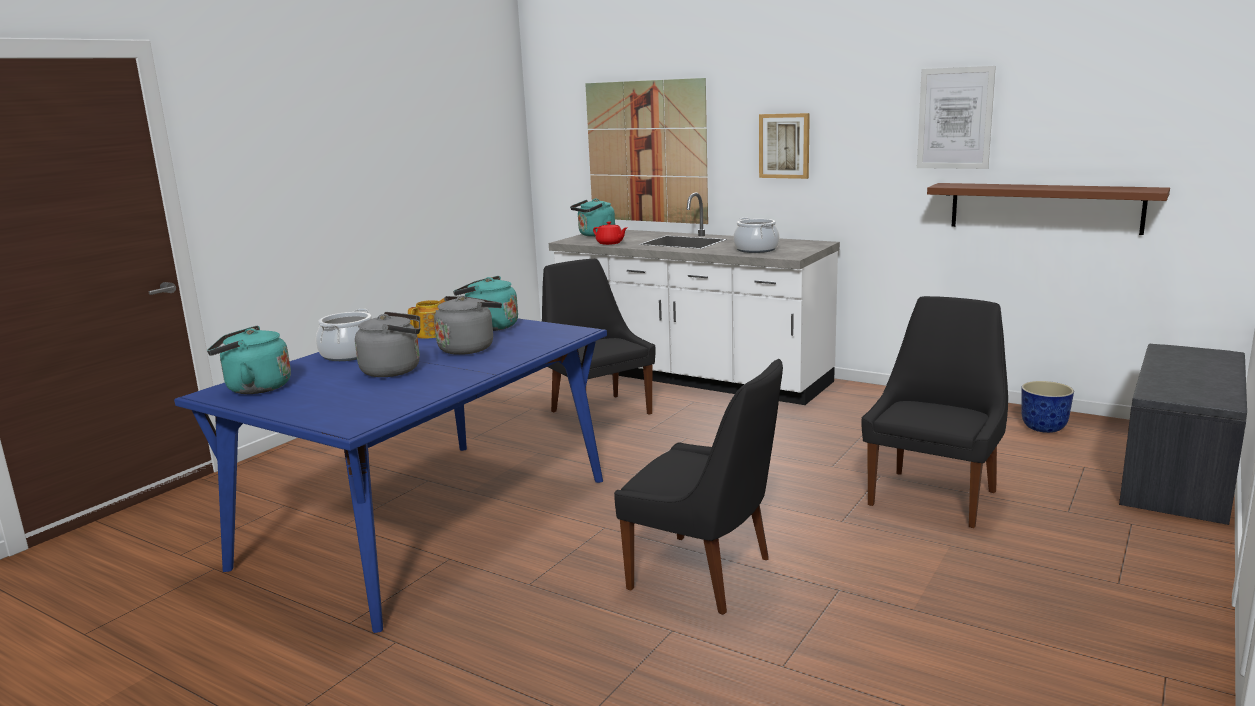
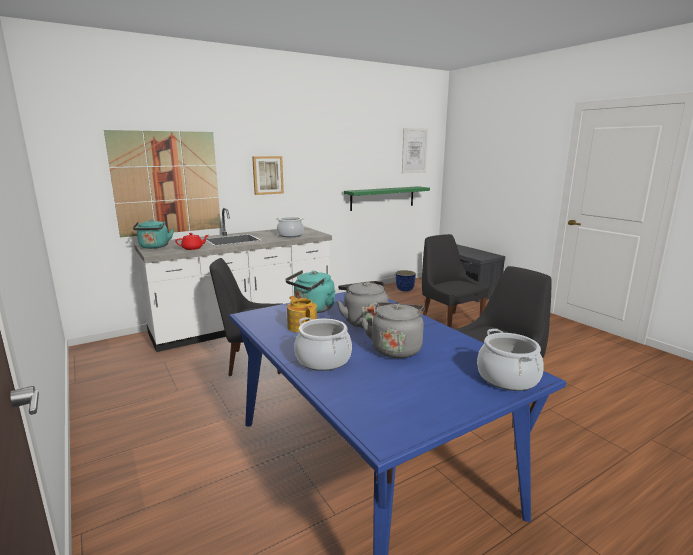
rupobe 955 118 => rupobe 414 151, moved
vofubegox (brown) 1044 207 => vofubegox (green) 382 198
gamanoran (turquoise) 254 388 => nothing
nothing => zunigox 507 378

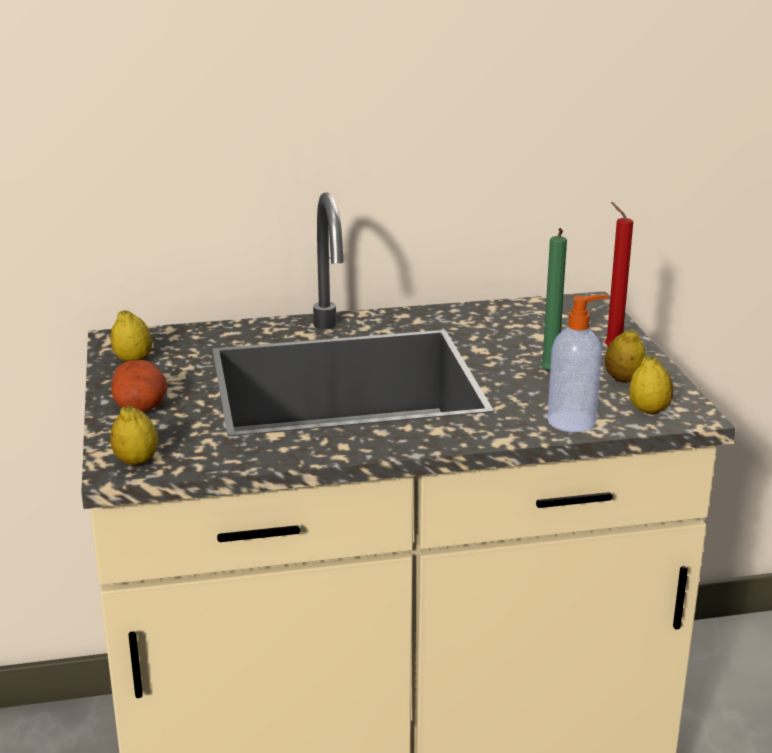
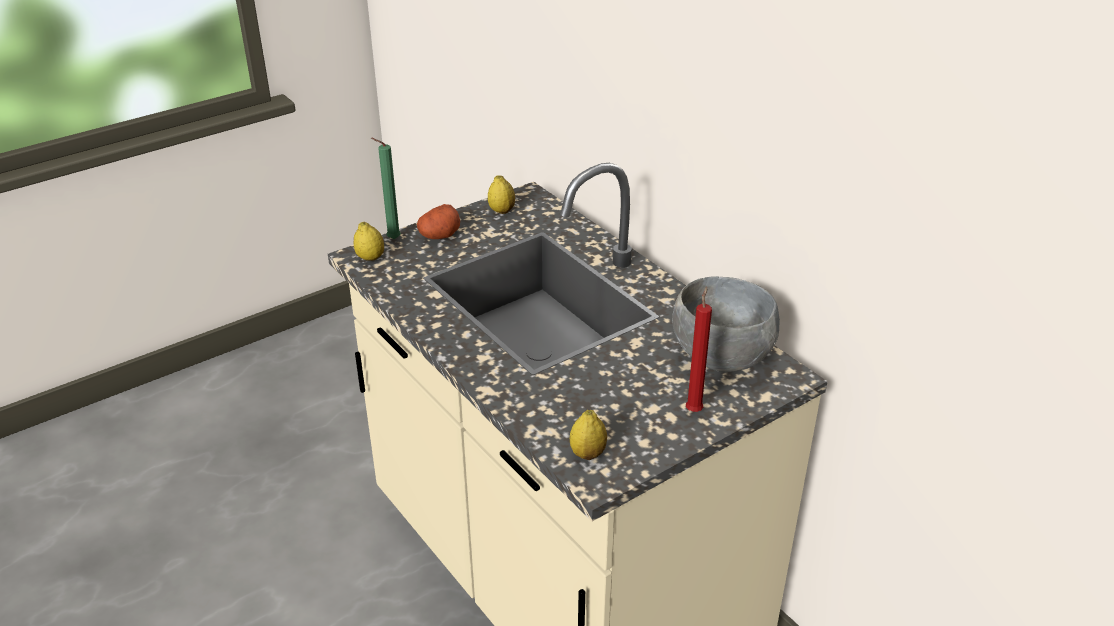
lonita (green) 549 374 => lonita (green) 391 239, moved
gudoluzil 573 421 => nothing
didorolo 623 380 => nothing
nothing => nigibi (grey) 722 359

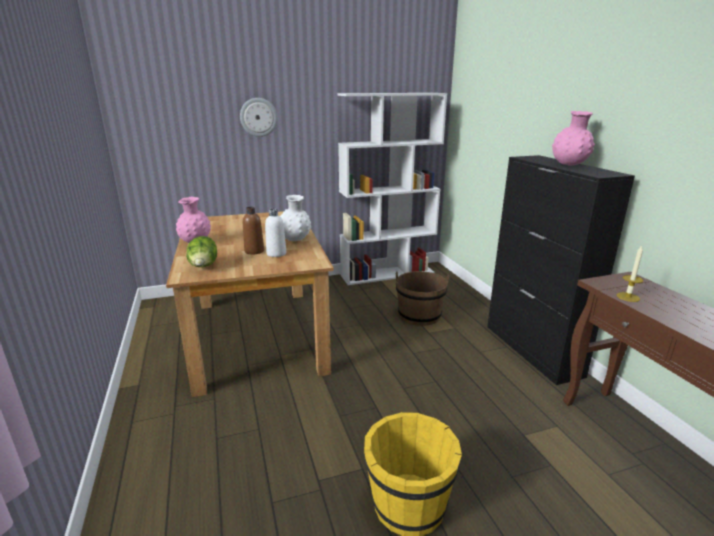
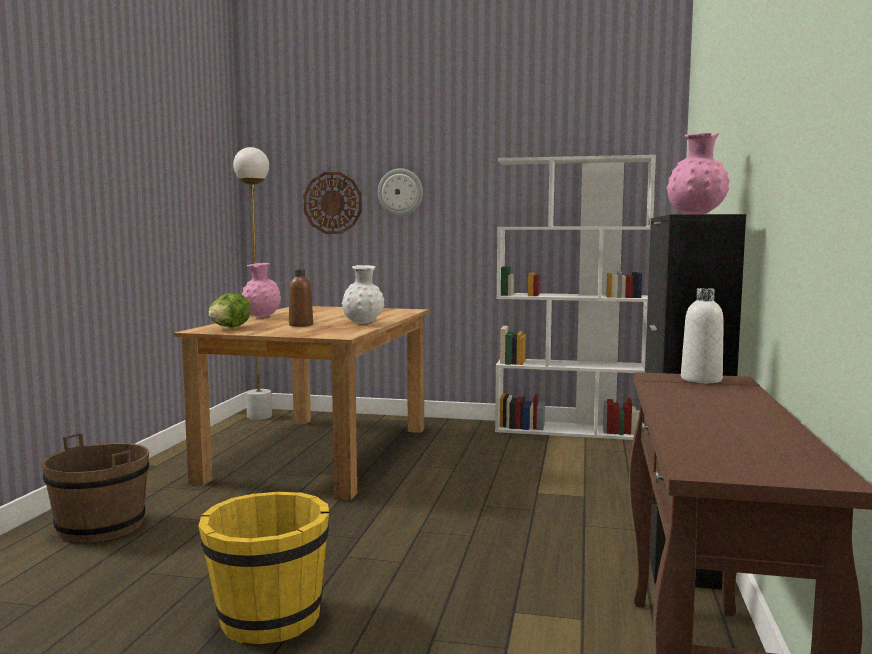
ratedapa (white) 276 254 => ratedapa (white) 701 379, moved
lonita 628 297 => nothing
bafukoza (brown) 419 315 => bafukoza (brown) 101 527, moved
nothing => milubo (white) 259 416
nothing => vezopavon 333 203

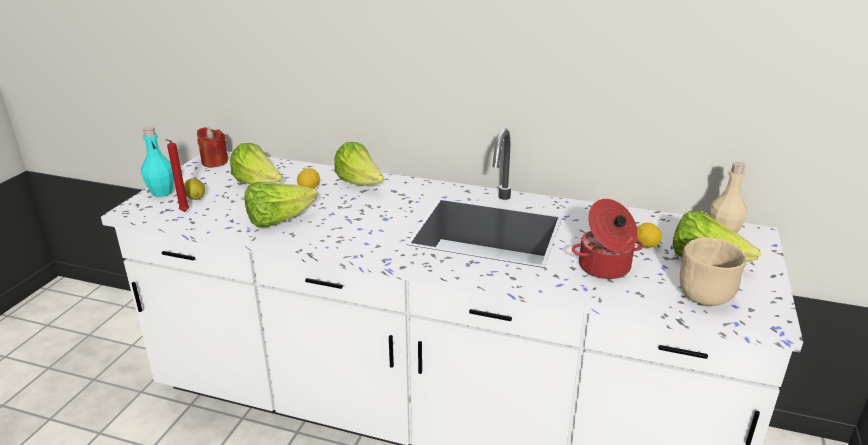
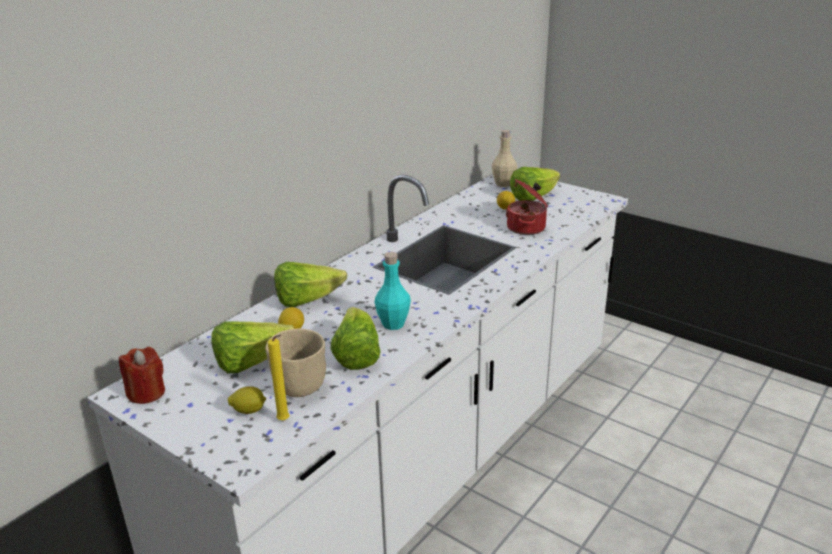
ratedapa (turquoise) 162 192 => ratedapa (turquoise) 393 324, moved
lonita (red) 183 212 => lonita (yellow) 285 421
nigibi (beige) 703 296 => nigibi (beige) 299 387, moved

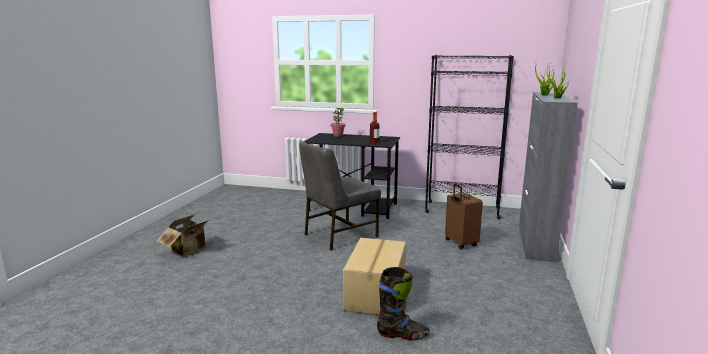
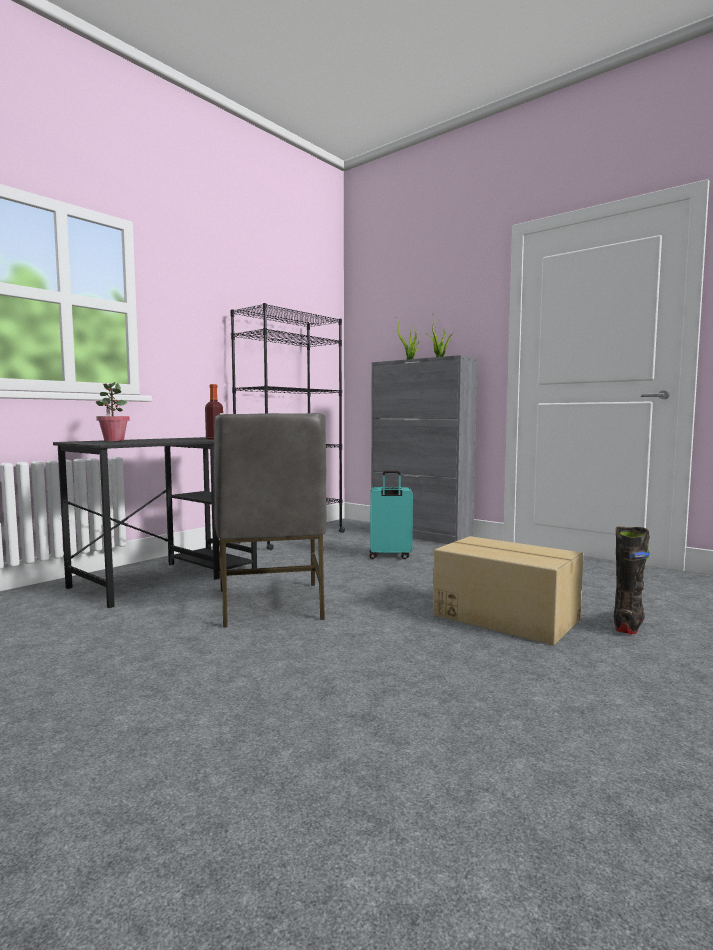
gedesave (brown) 460 243 => gedesave (turquoise) 390 556
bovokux 191 251 => nothing

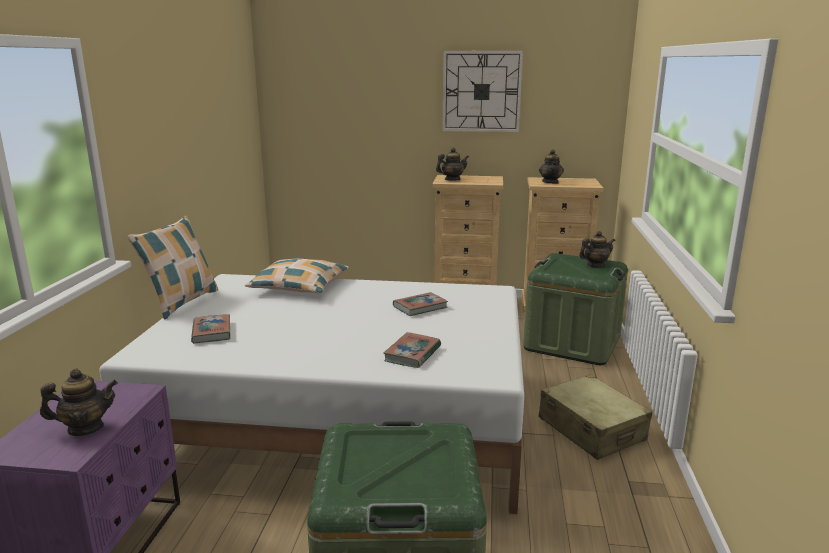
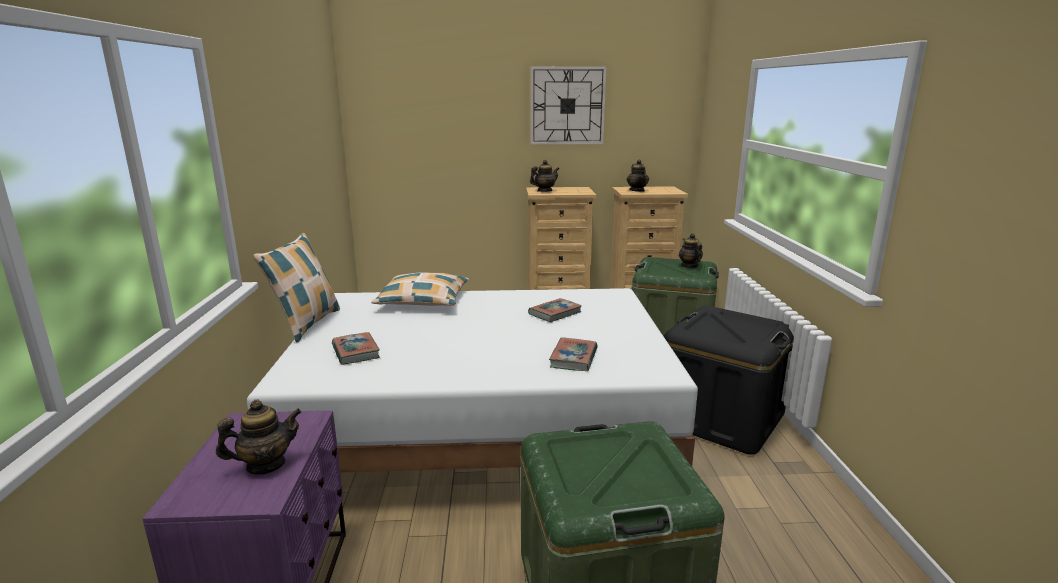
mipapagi 595 265 => mipapagi 689 266, 75 degrees counterclockwise
gedesave (beige) 591 429 => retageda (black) 720 418

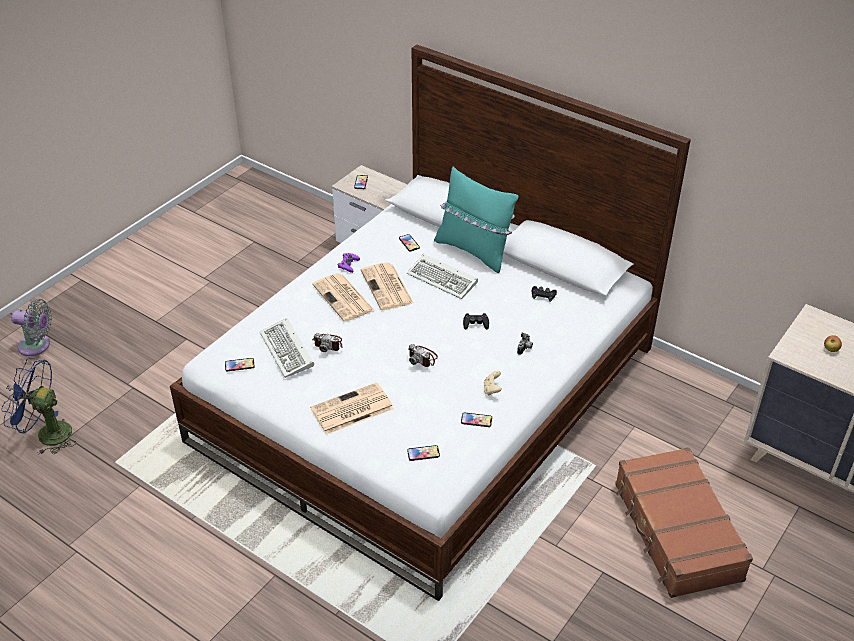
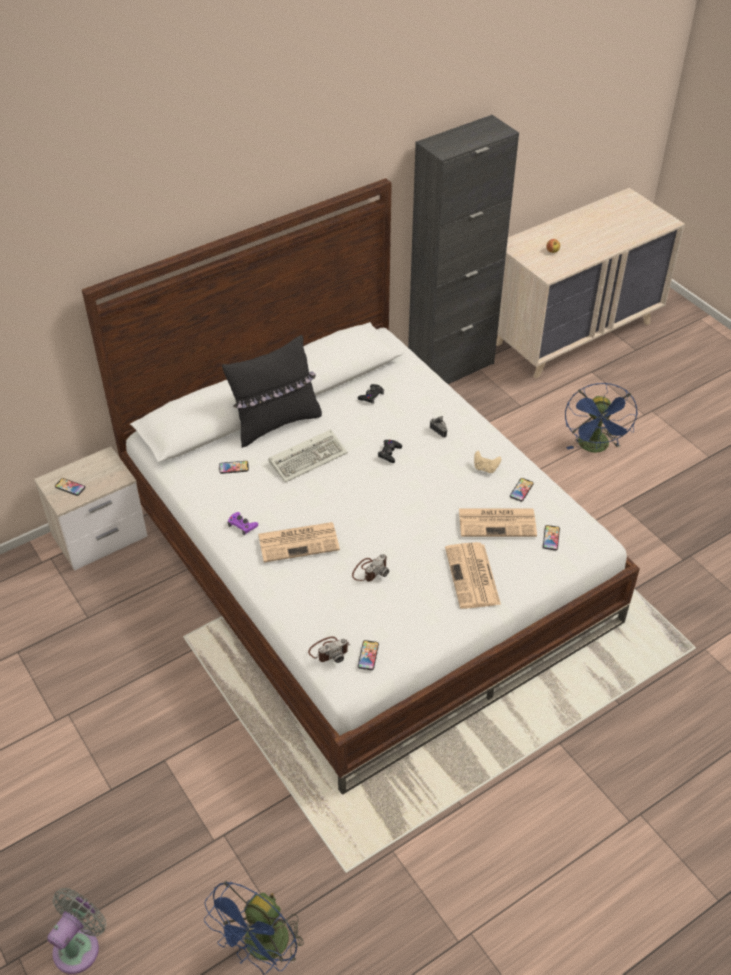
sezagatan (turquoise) 474 251 => sezagatan (black) 276 423
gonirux 387 287 => gonirux 498 522, moved
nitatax 288 351 => nothing
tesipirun 422 357 => tesipirun 329 651, moved
gedesave (brown) 676 532 => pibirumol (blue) 595 447
nothing => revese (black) 450 368

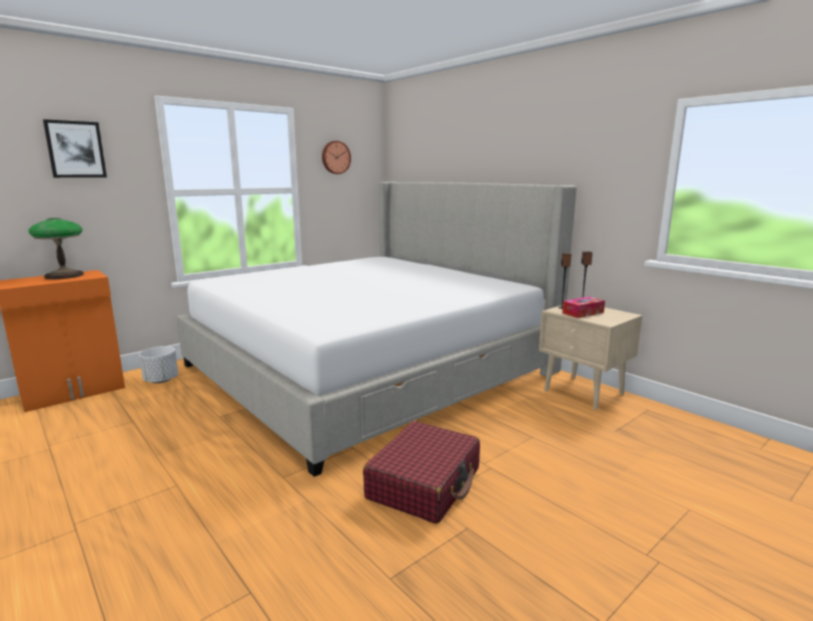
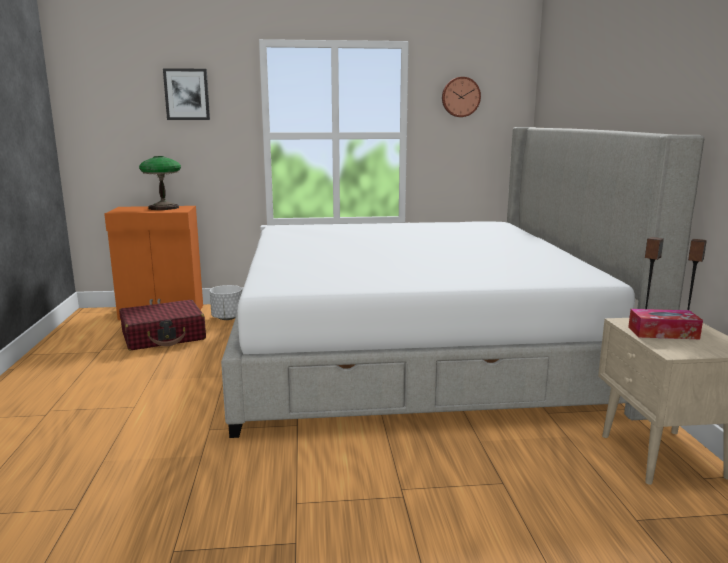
gedesave (red) 424 483 => gedesave (red) 164 336, moved

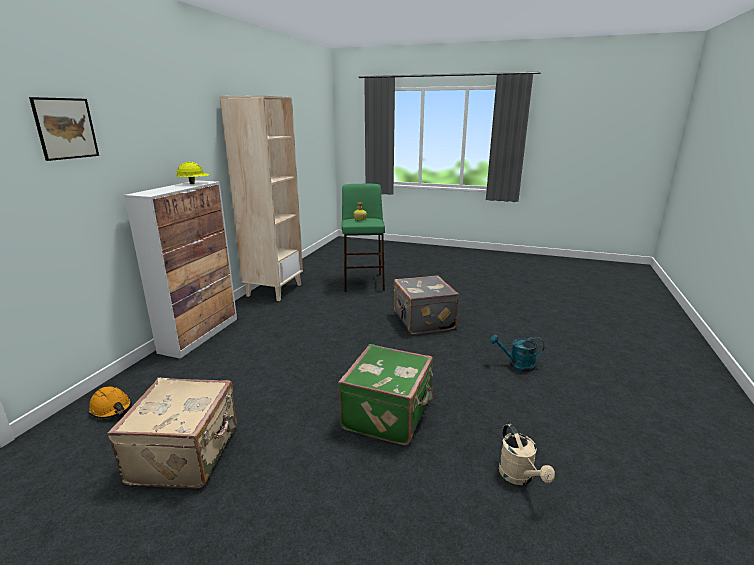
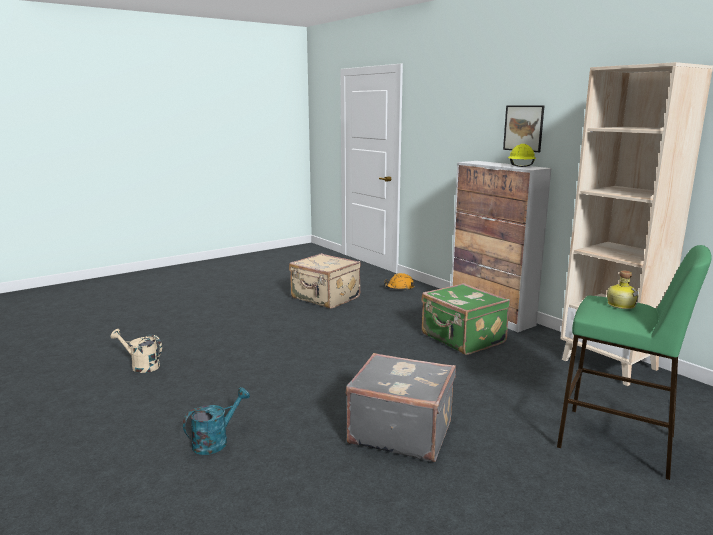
rupobe 65 128 => rupobe 523 128, moved
gedesave (green) 389 414 => gedesave (green) 462 339, moved

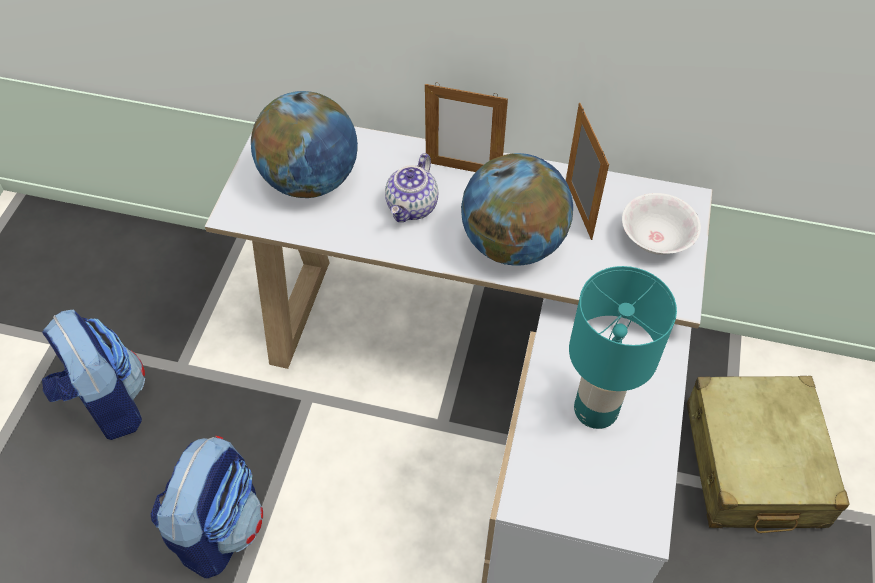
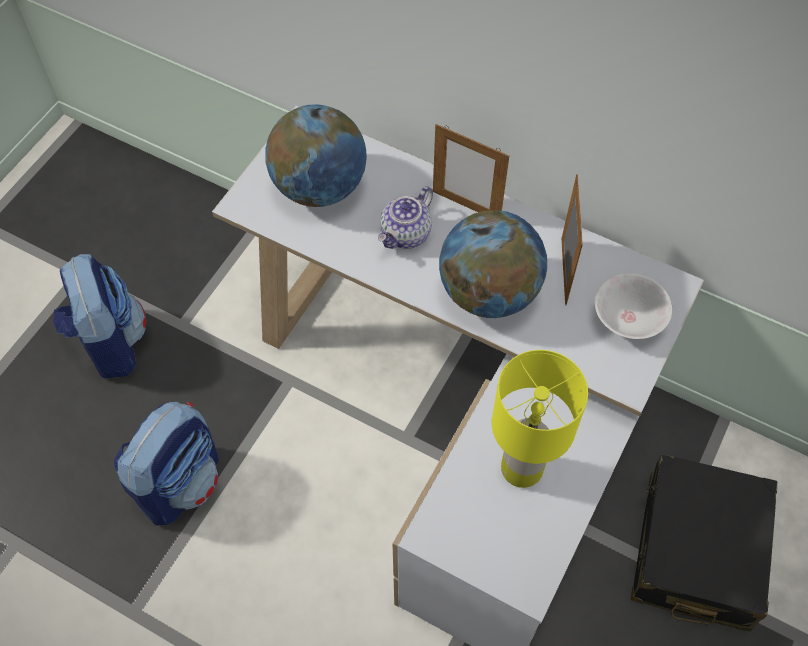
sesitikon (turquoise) 596 411 => sesitikon (yellow) 521 469
gedesave (beige) 753 464 => gedesave (black) 696 551

